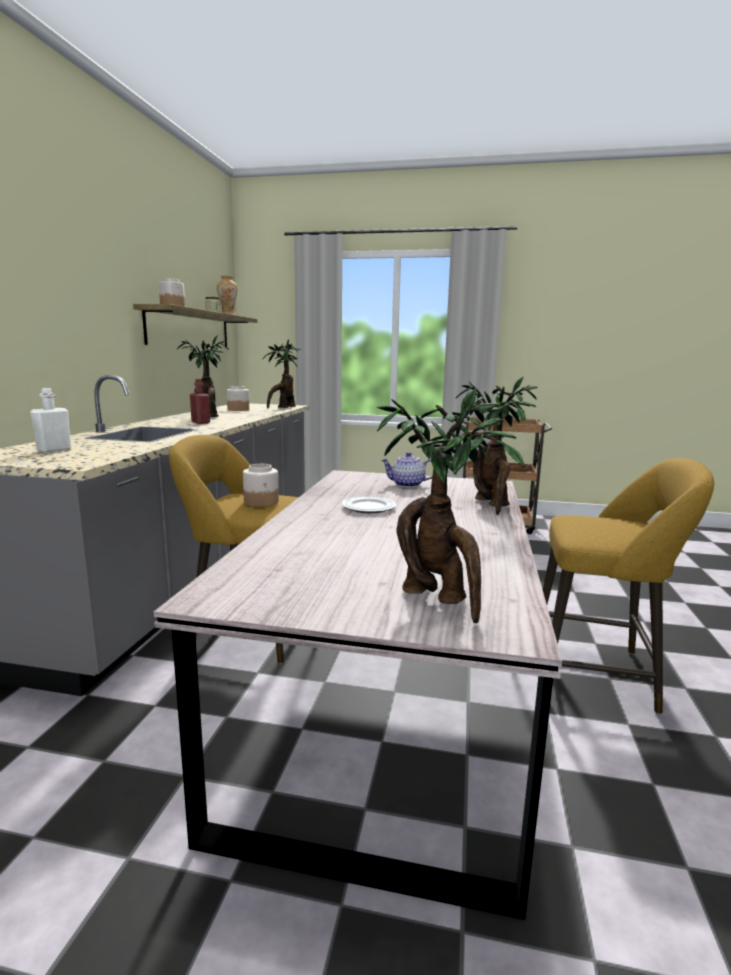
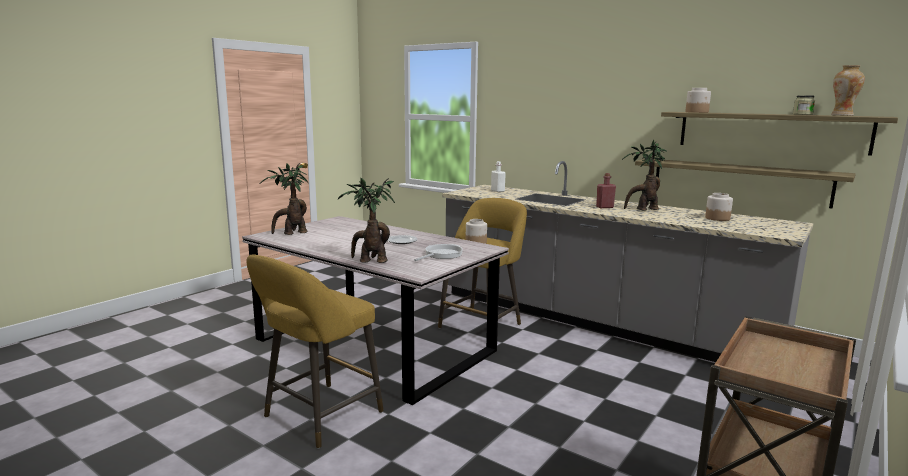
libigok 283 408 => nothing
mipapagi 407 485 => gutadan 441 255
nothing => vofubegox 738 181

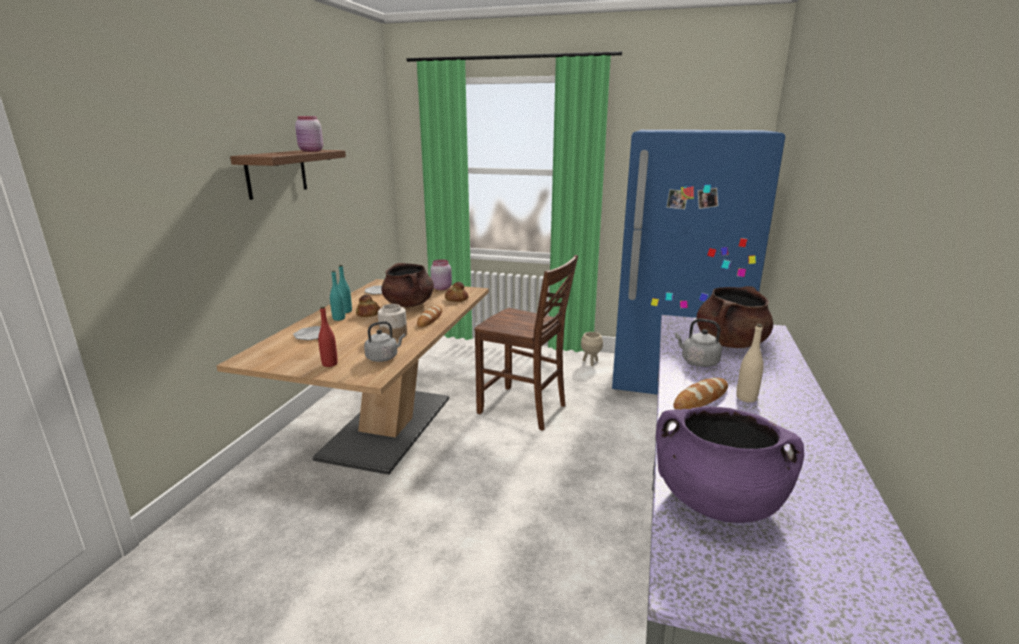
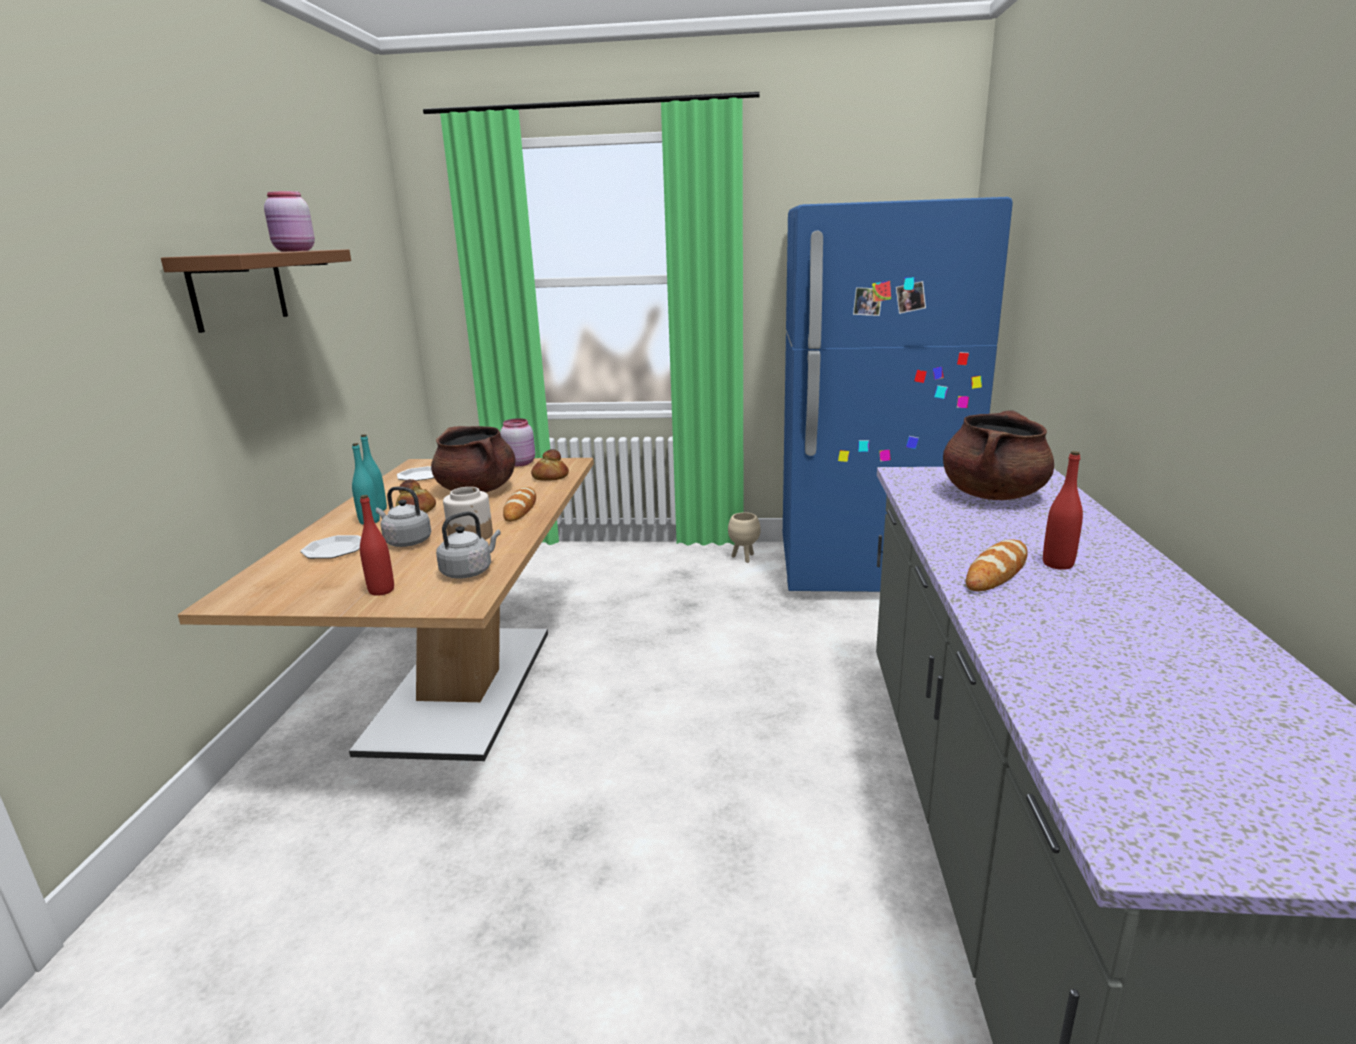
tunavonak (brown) 524 409 => nothing
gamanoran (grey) 697 362 => gamanoran (grey) 406 542, moved
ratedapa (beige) 746 398 => ratedapa (red) 1057 564
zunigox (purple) 717 501 => nothing

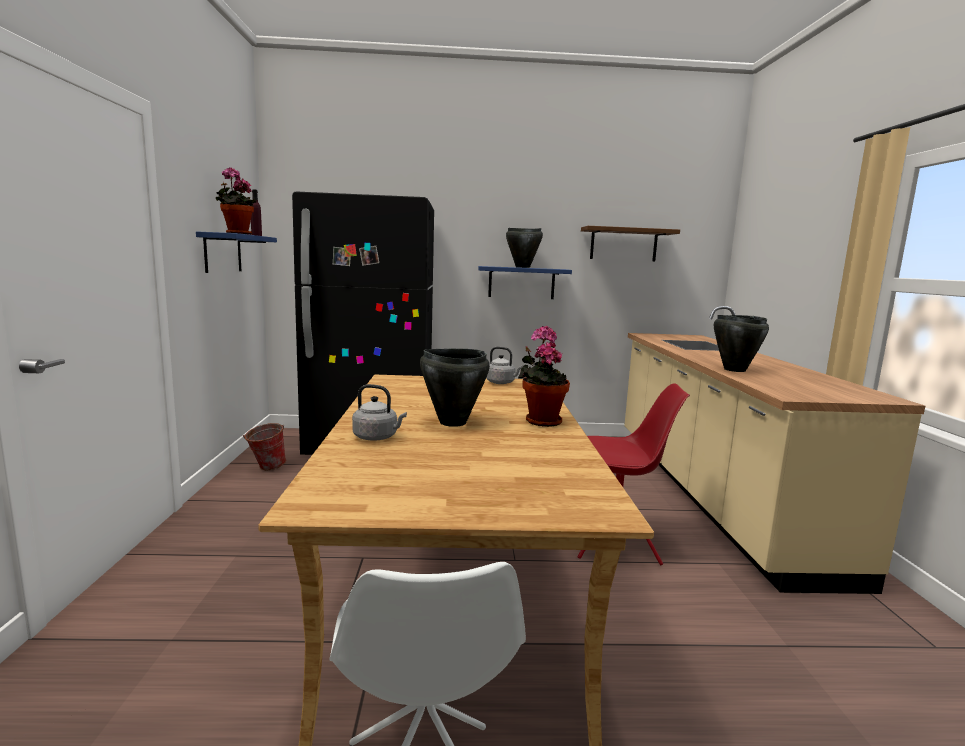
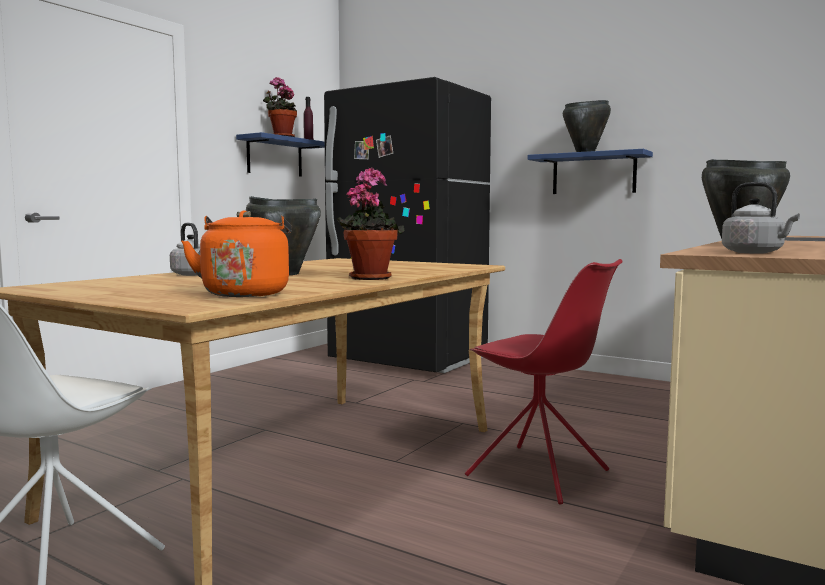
vofubegox (brown) 623 244 => nothing
gamanoran (grey) 502 383 => gamanoran (grey) 755 252, moved
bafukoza 266 467 => nothing
nothing => gamanoran (orange) 246 293

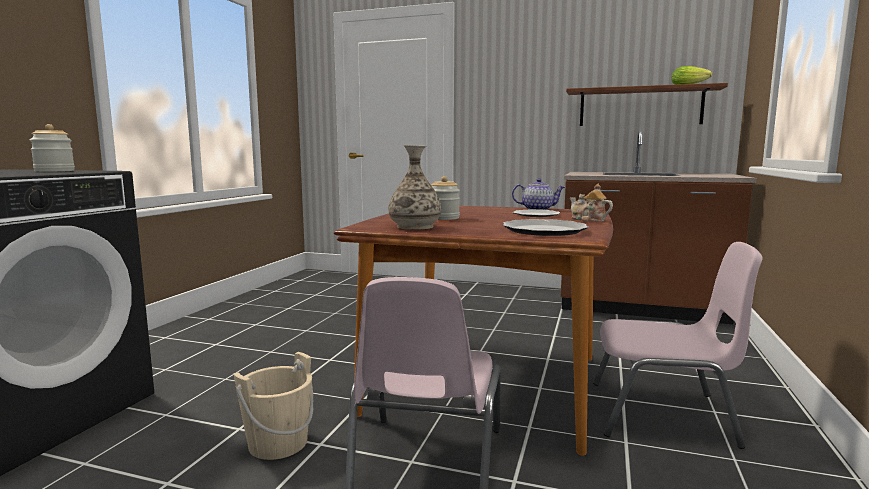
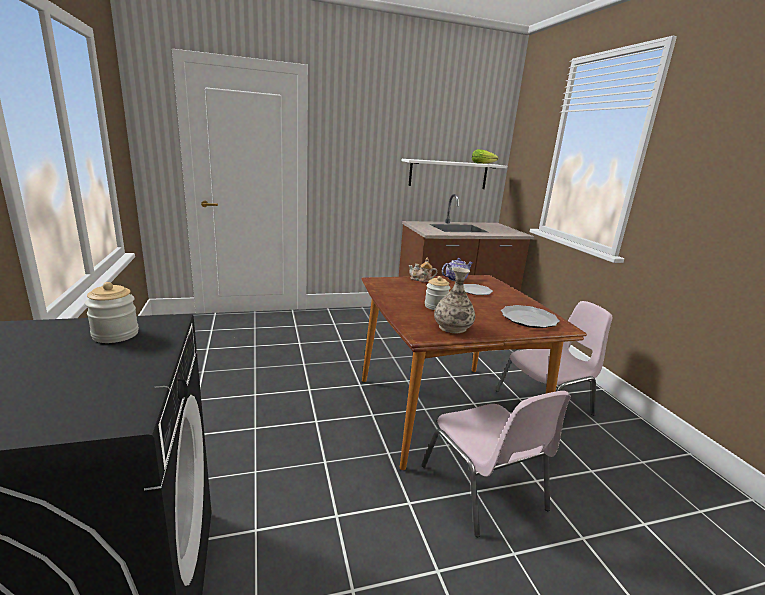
vofubegox (brown) 640 107 => vofubegox (white) 448 174
mipapagi 588 220 => mipapagi 421 279, moved
bafukoza (beige) 278 443 => nothing

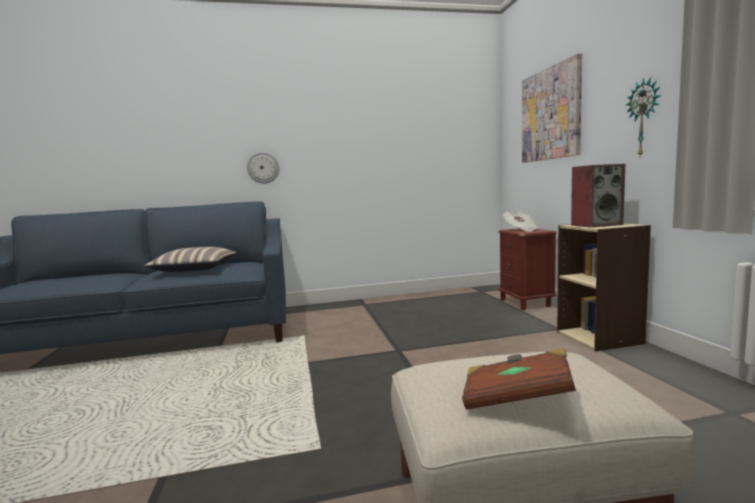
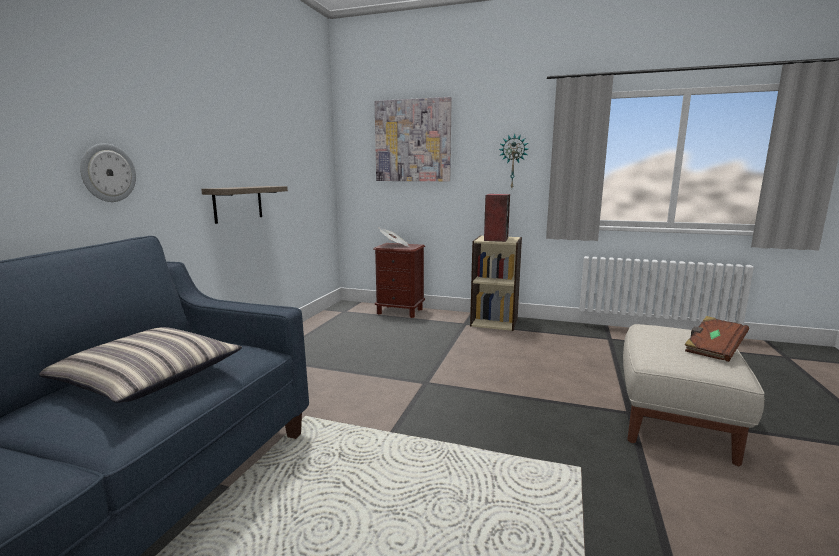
nothing => vofubegox 238 203

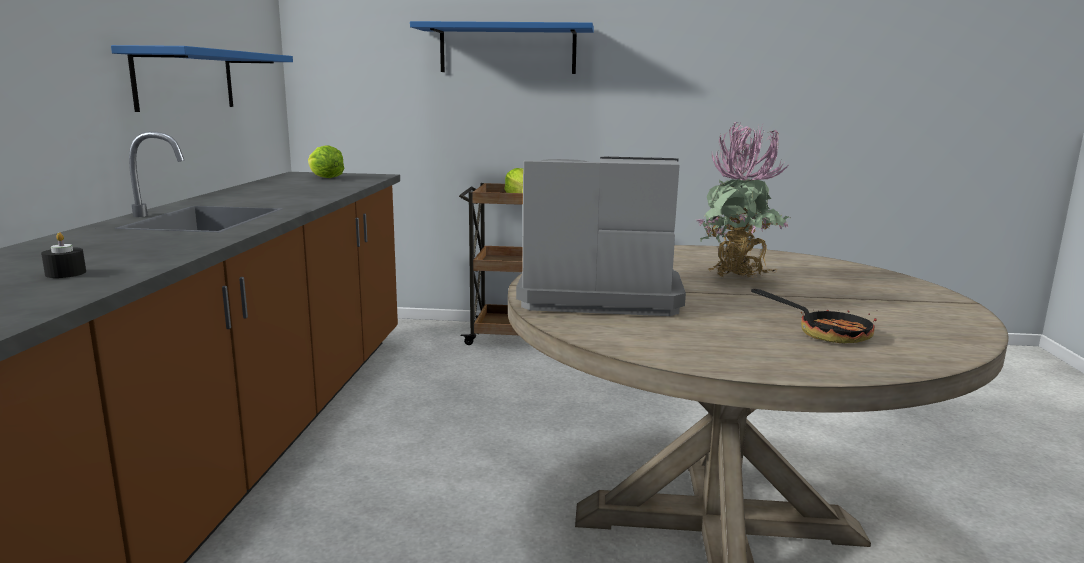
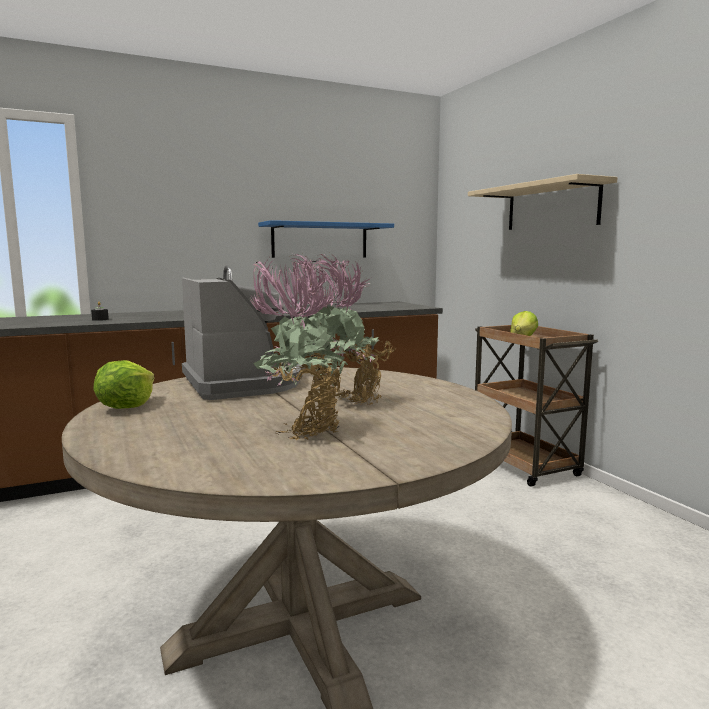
vofubegox (blue) 507 49 => vofubegox (beige) 551 207
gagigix 325 178 => gagigix 126 407, moved
gutadan 824 332 => nothing
nothing => libigok 302 431

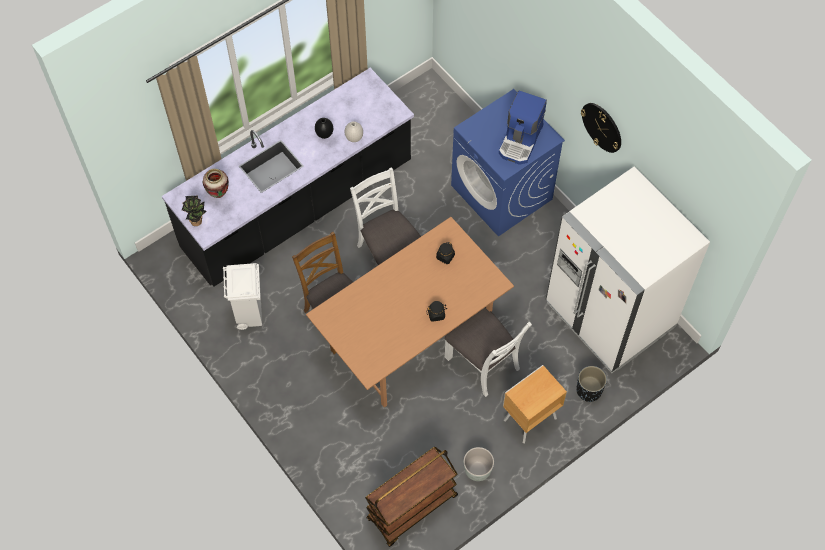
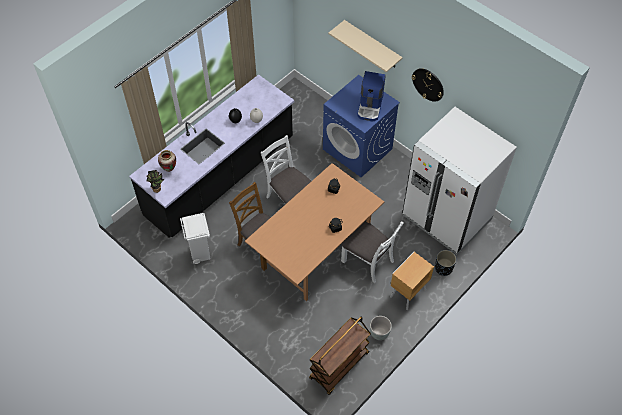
nothing => vofubegox (beige) 372 45

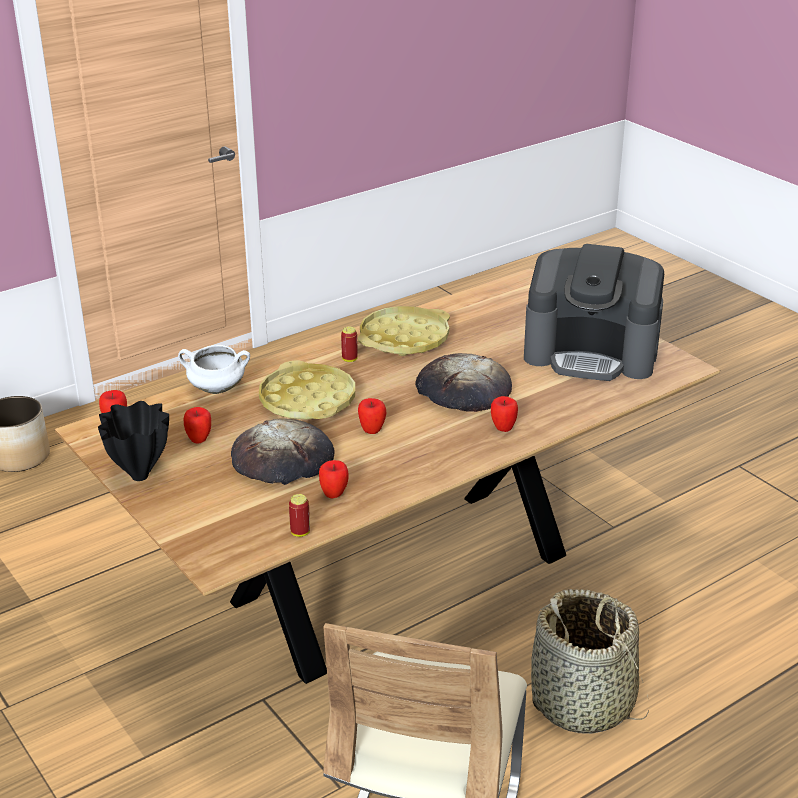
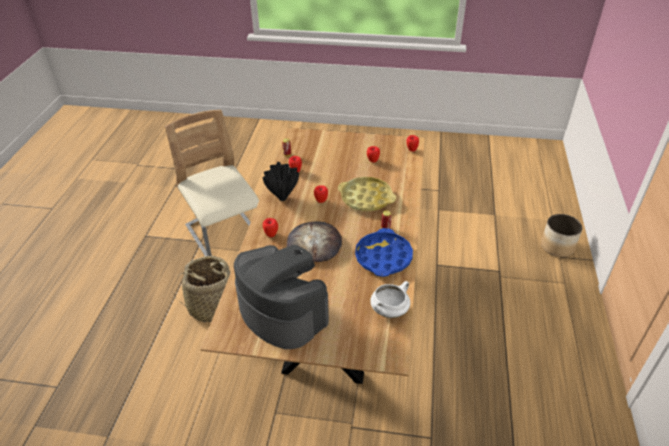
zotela 591 353 => zotela 282 312, 75 degrees clockwise
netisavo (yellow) 404 338 => netisavo (blue) 383 257
zunigox (white) 216 389 => zunigox (white) 389 310, moved
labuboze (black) 141 475 => labuboze (black) 282 199, moved
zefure 283 460 => nothing

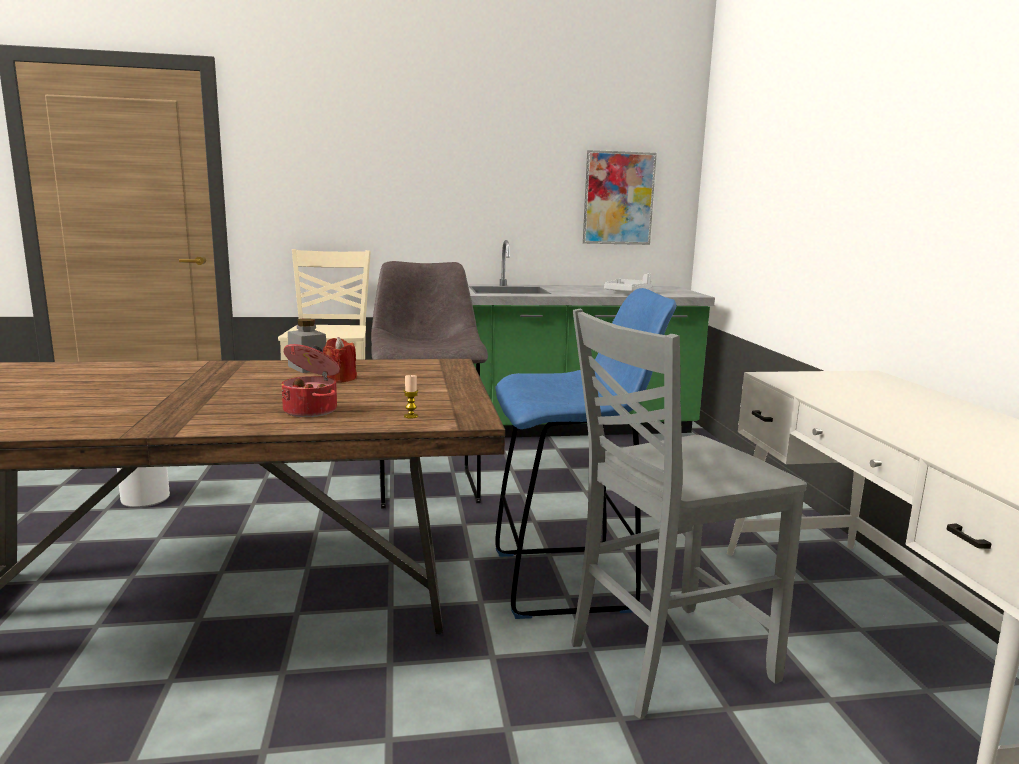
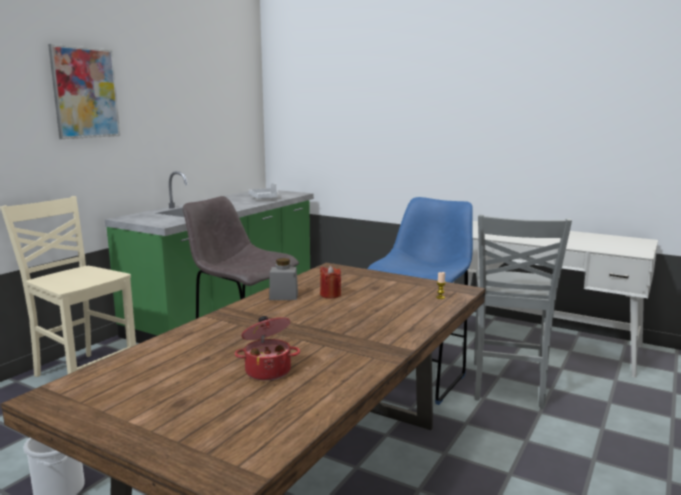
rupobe 618 198 => rupobe 85 93, moved
zunigox 312 410 => zunigox 268 370, moved

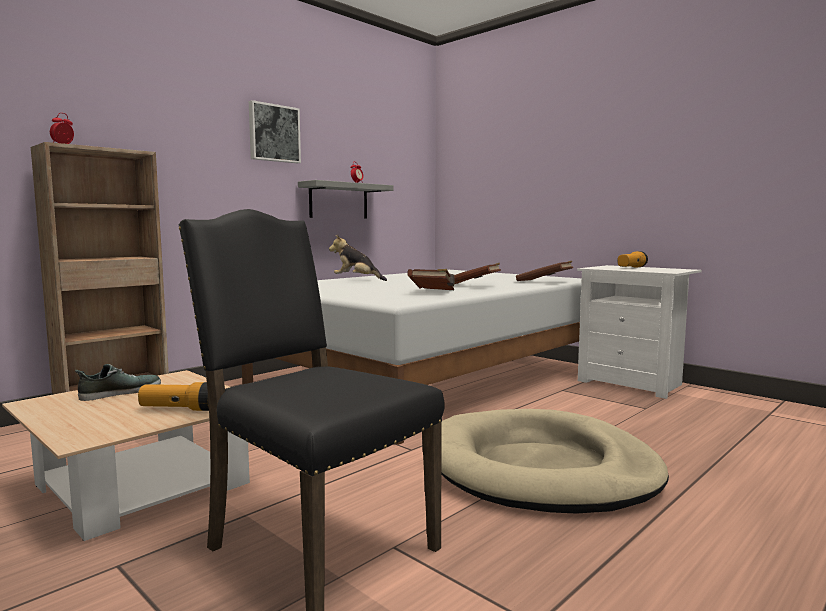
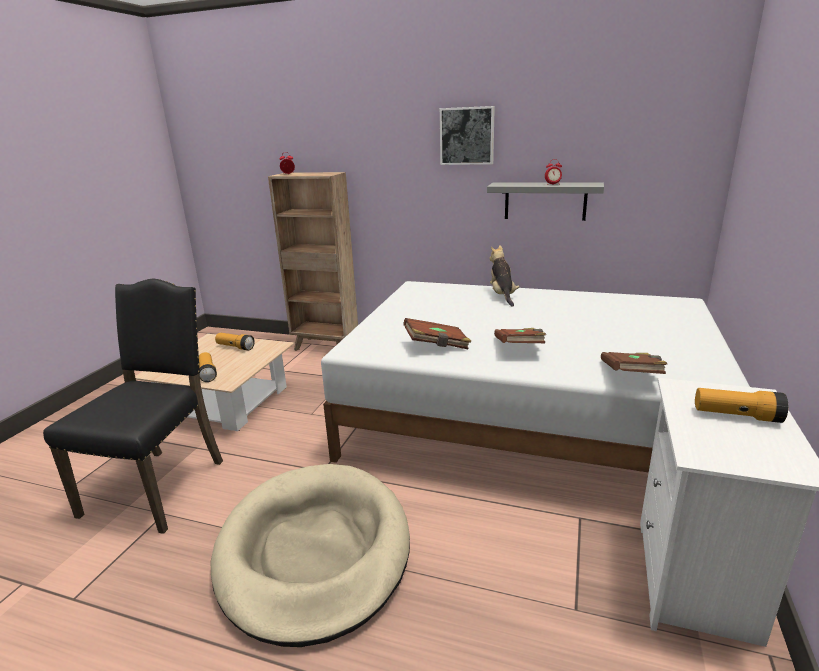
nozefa 120 392 => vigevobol 235 347

